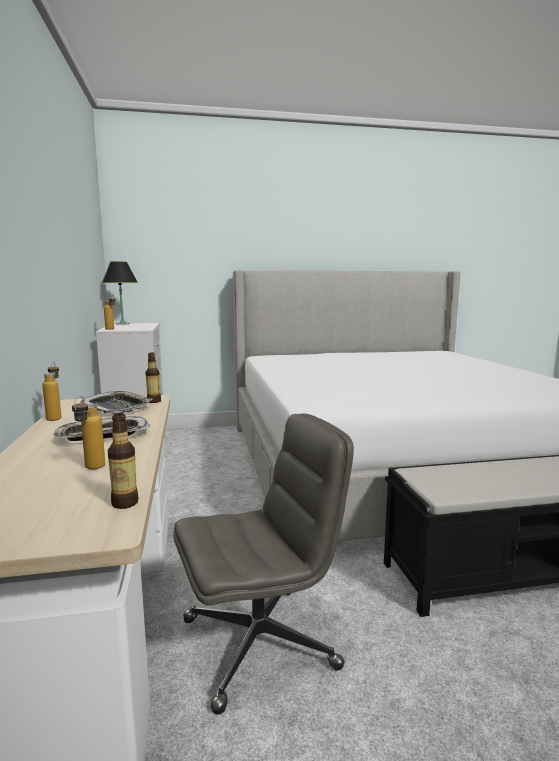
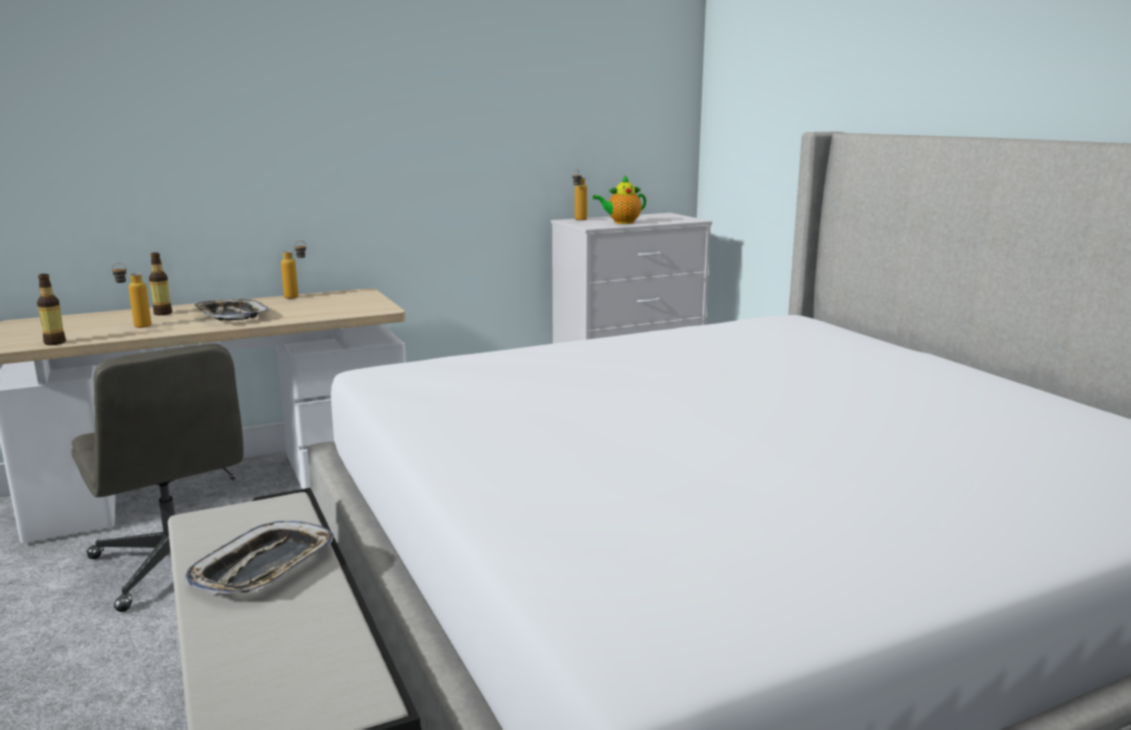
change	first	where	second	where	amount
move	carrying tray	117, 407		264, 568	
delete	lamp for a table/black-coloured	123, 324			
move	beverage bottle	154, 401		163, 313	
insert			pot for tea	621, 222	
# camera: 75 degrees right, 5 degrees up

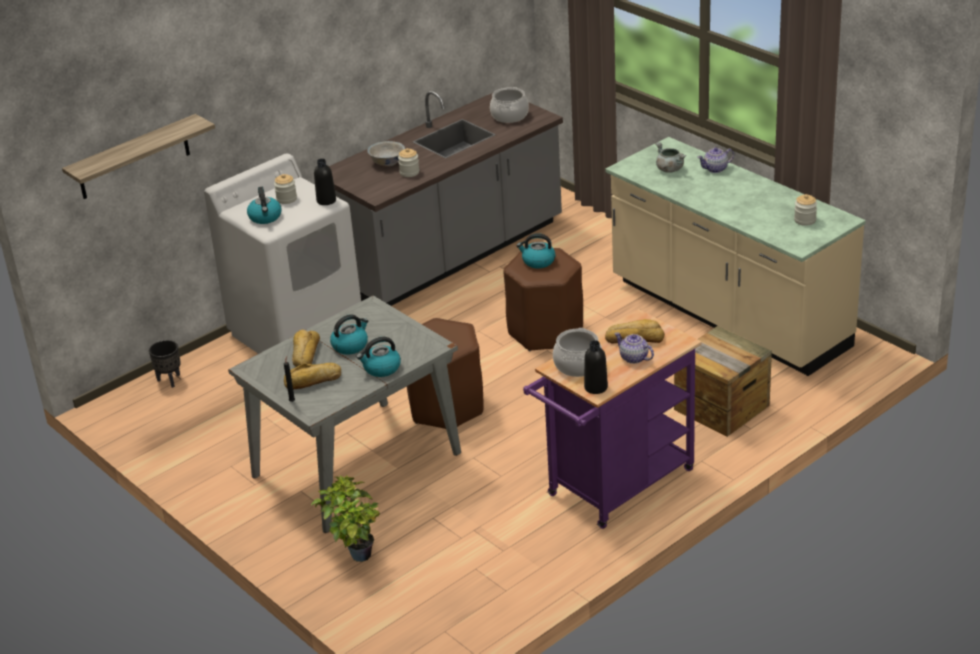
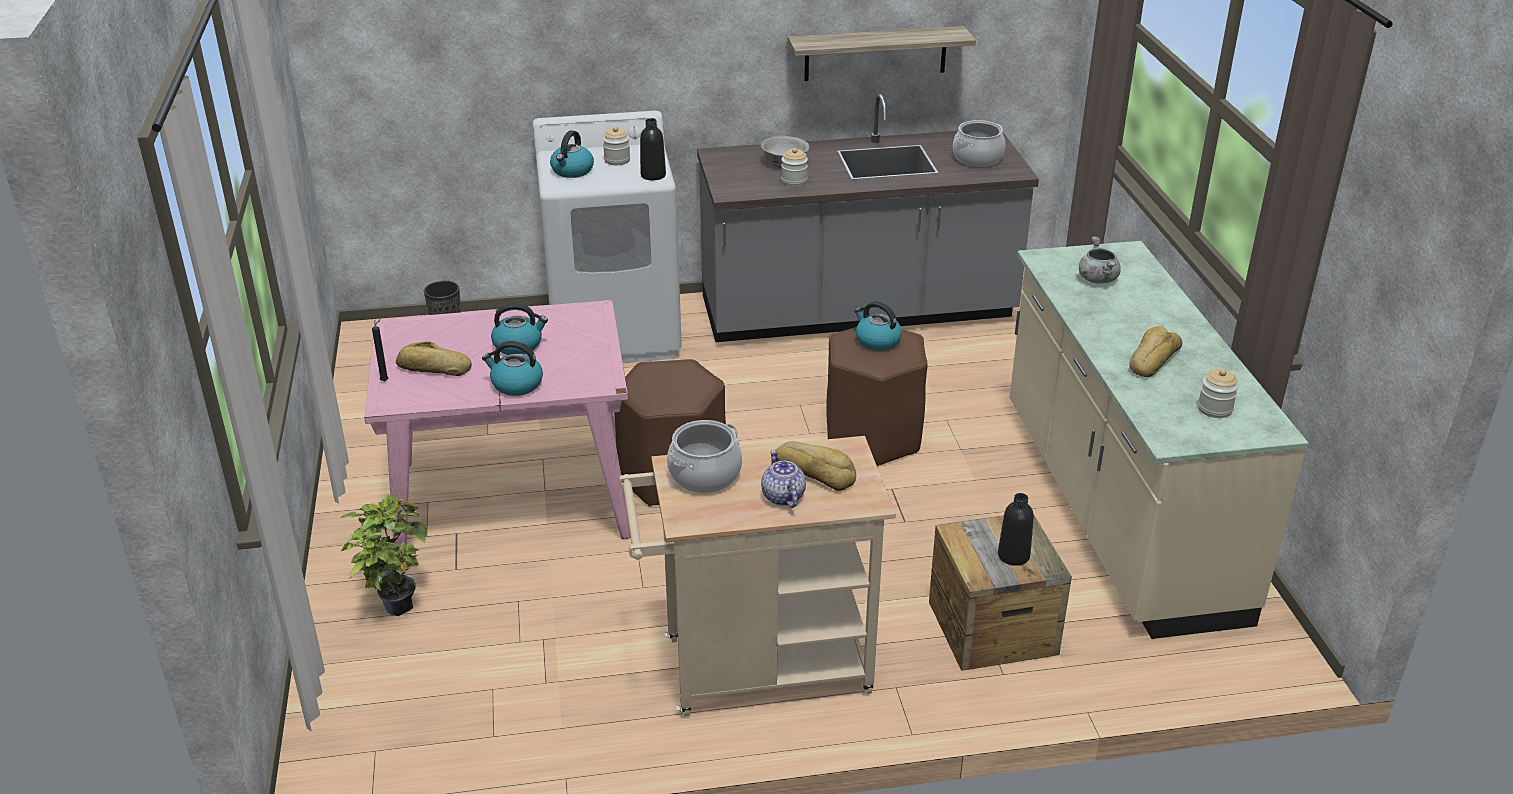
change	first	where	second	where	amount
move	bracket shelf	133, 158		875, 53	
recolor	dining table/grey	358, 463	dining table/pink-coloured	514, 499	
move	bread	304, 354		1151, 359	
recolor	trolley/purple-coloured	614, 488	trolley/beige-coloured	753, 669	
move	beverage bottle/black-coloured	596, 387		1013, 556	
delete	pot for tea	716, 169			
# camera: 30 degrees right, 0 degrees up

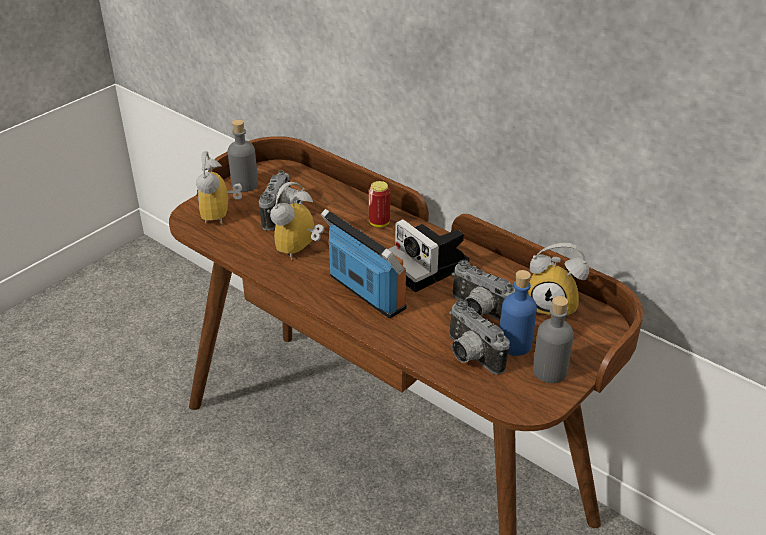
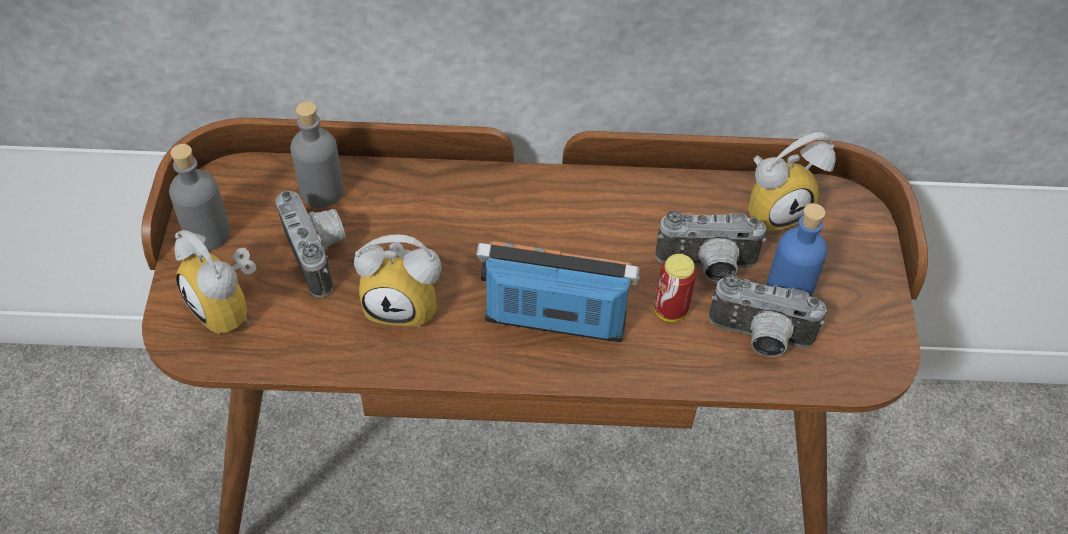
change	first	where	second	where	amount
rotate	bedside clock	300, 251		405, 303	75 degrees counterclockwise
move	sealed can	379, 223		670, 310	
delete	photo camera	428, 266			
move	beverage bottle/grey	549, 371		321, 191	
# camera: 40 degrees left, 15 degrees up

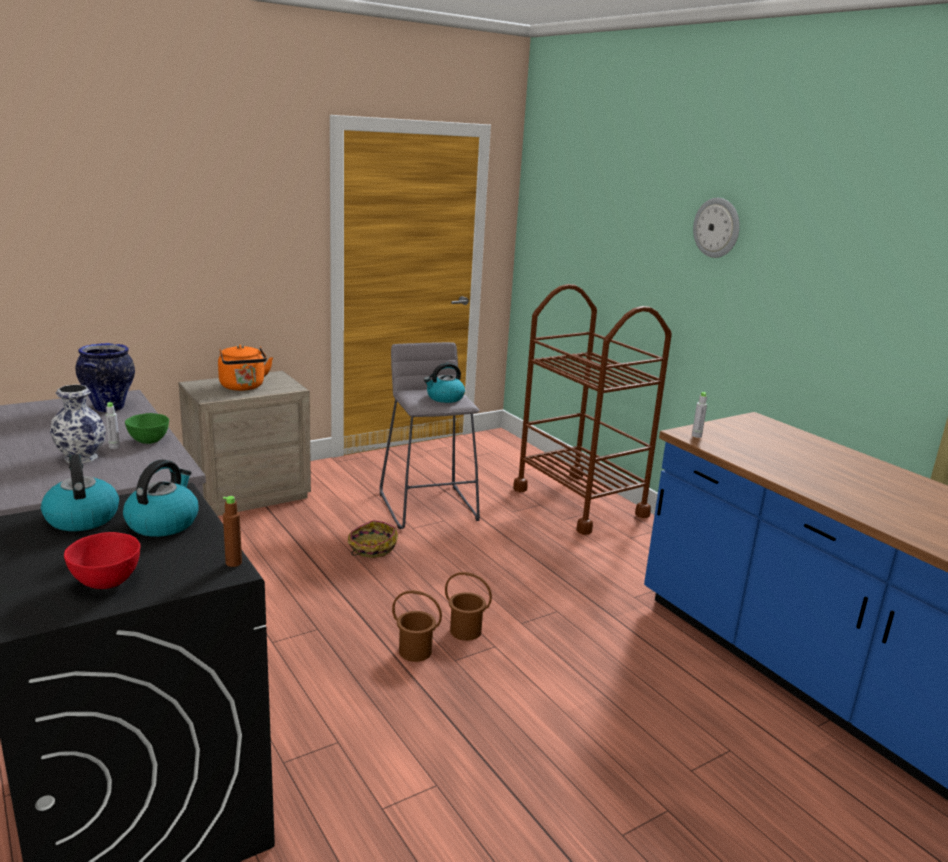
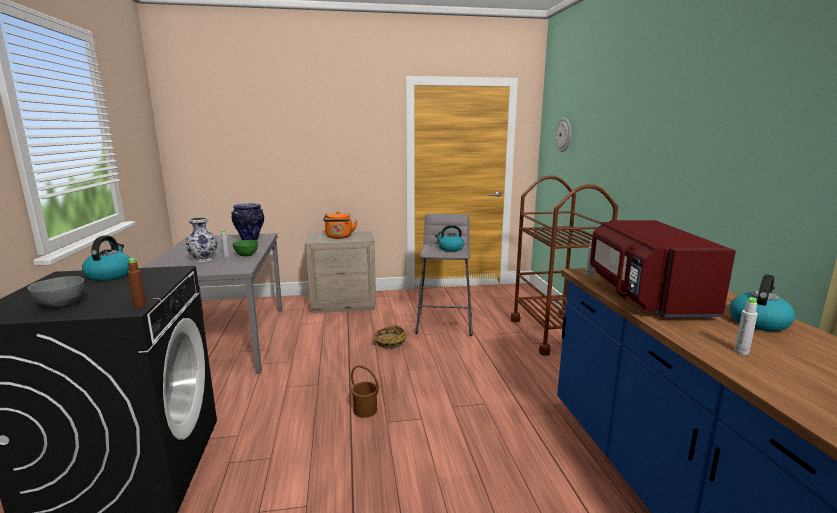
change	first	where	second	where	amount
recolor	bowl/reddish	106, 581	bowl/grey	62, 305	
move	water kettle	163, 523		758, 322	
delete	pail/brownish	465, 631			
move	wall clock	717, 227		564, 134	
insert			microwave/reddish	644, 296	
insert			beverage bottle/grey	741, 352	
# camera: 25 degrees right, 5 degrees down

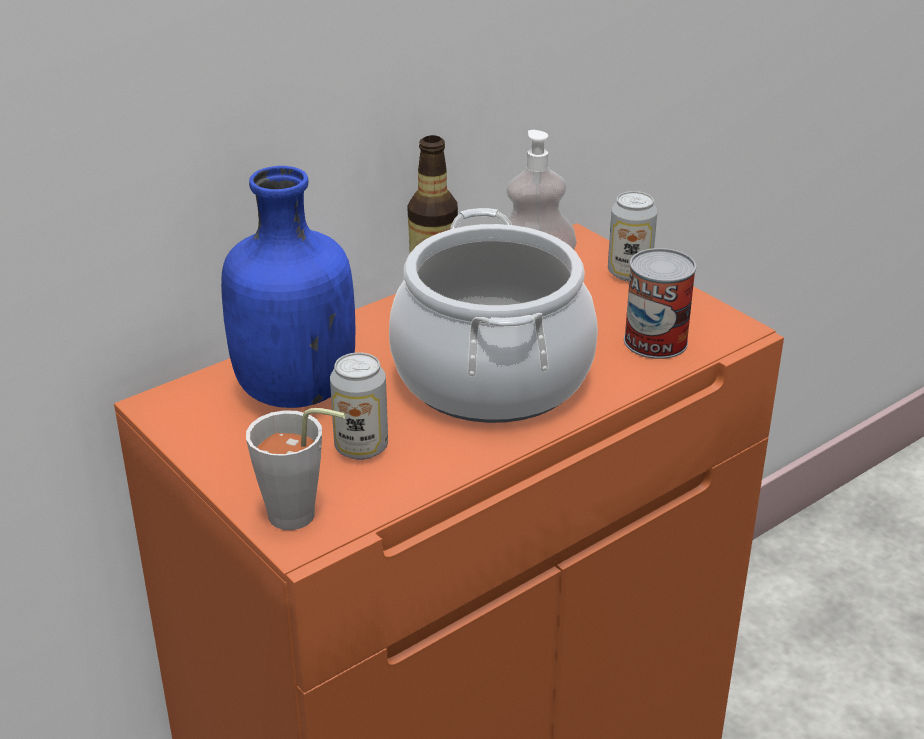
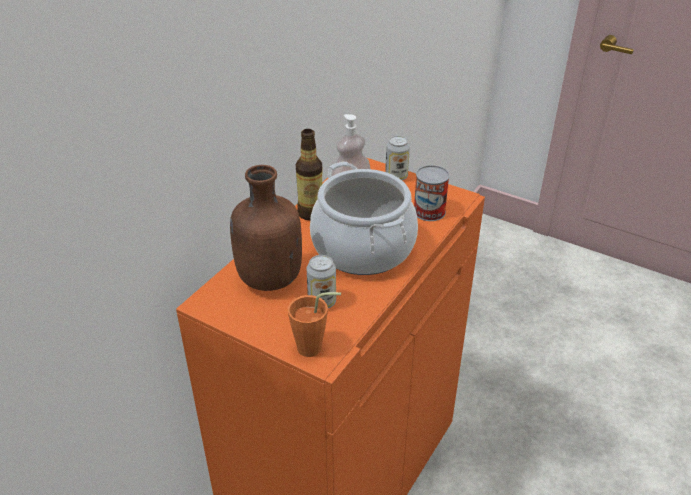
change	first	where	second	where	amount
recolor	beverage bottle/bluish	293, 390	beverage bottle/brownish	268, 279	
recolor	small cup/grey	301, 518	small cup/orange	315, 348	
# camera: 20 degrees left, 5 degrees up

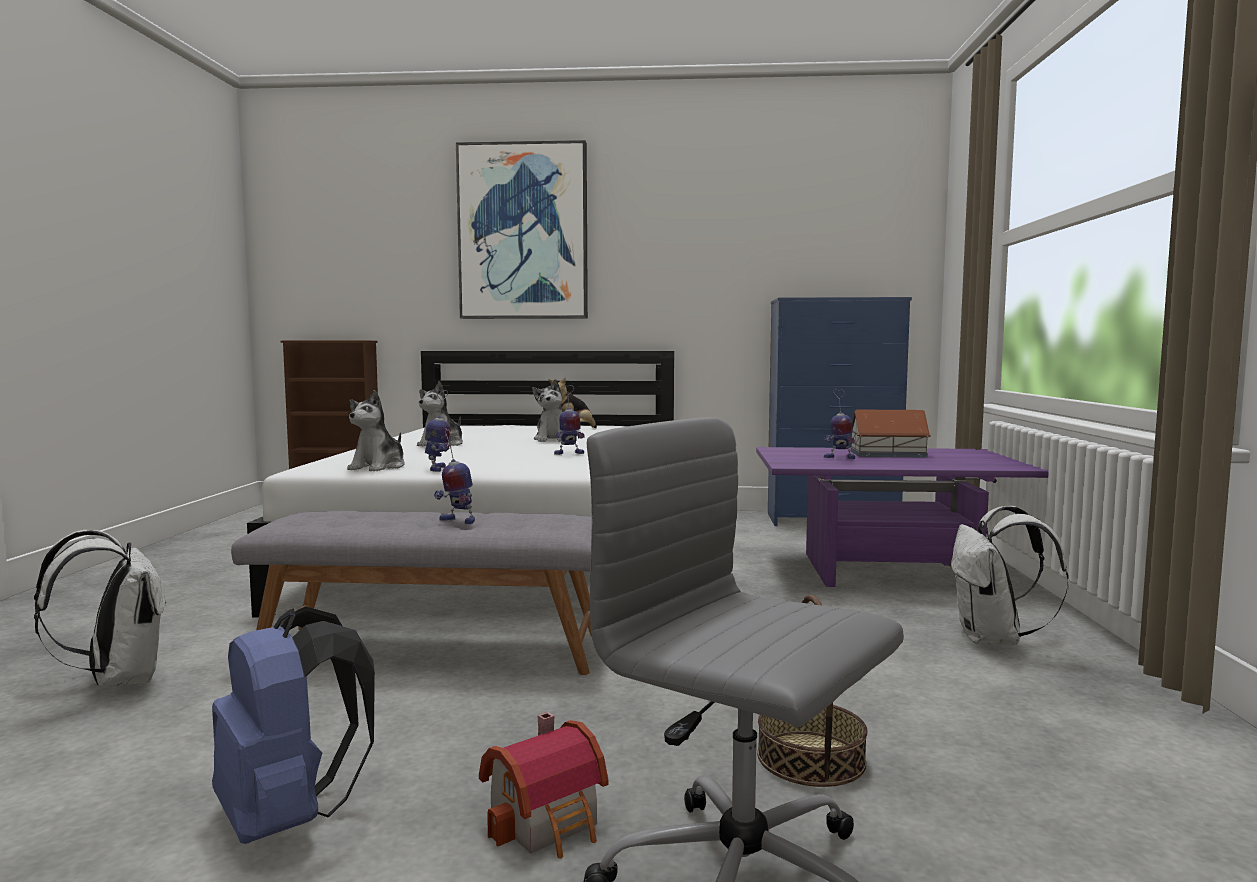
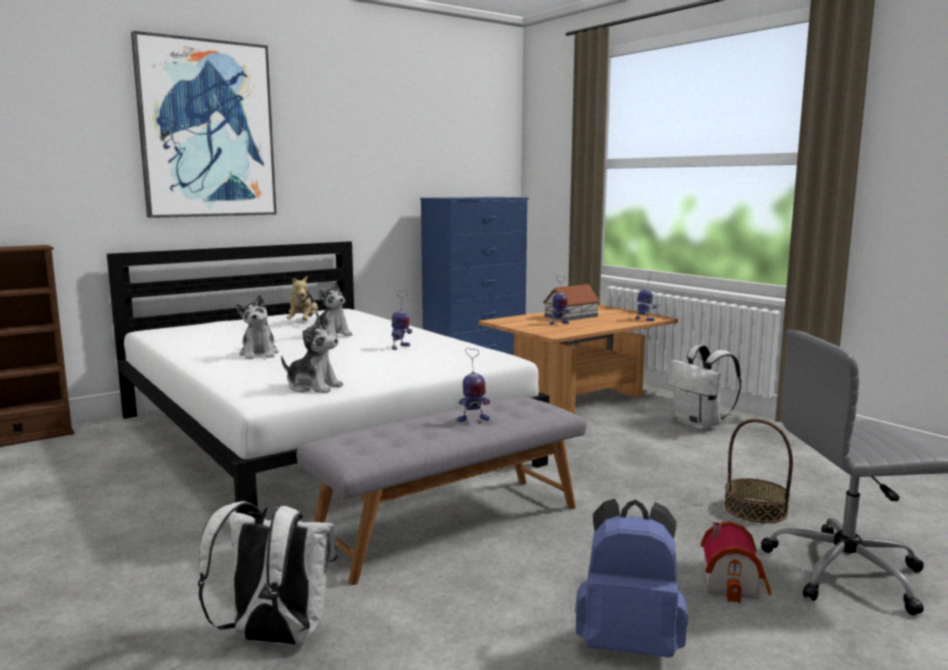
change	first	where	second	where	amount
rotate	cuddly toy	378, 467		313, 387	45 degrees counterclockwise
move	model robot	438, 469		644, 319	
recolor	coffee table/purple-coloured	886, 572	coffee table/brownish	578, 396	
# camera: 40 degrees left, 5 degrees up

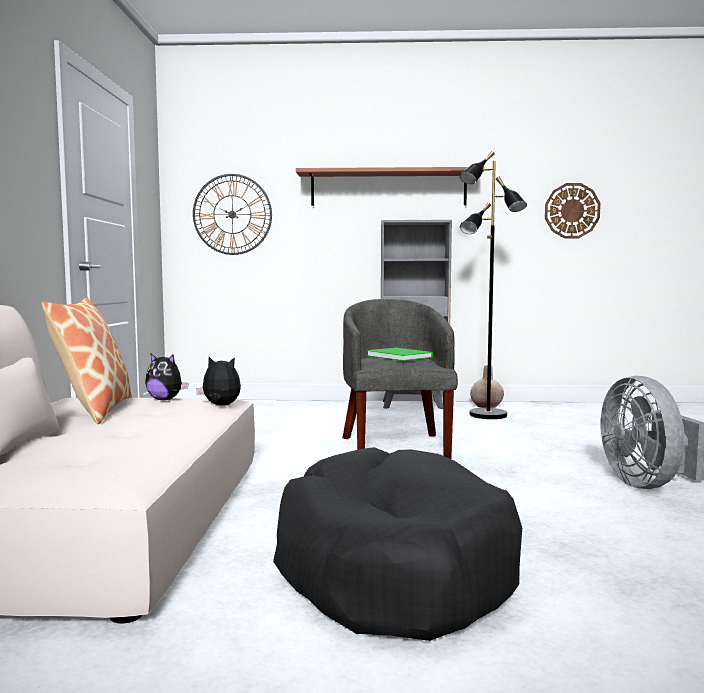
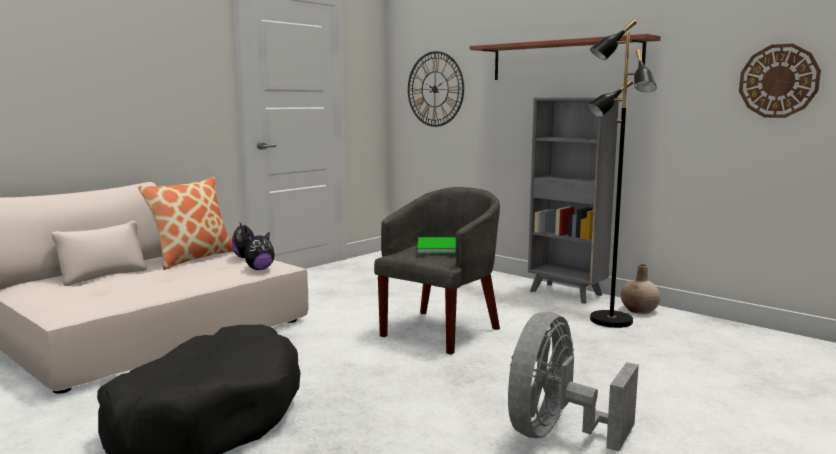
change	first	where	second	where	amount
rotate	cuddly toy	220, 406		259, 269	90 degrees clockwise
# camera: 40 degrees right, 5 degrees up

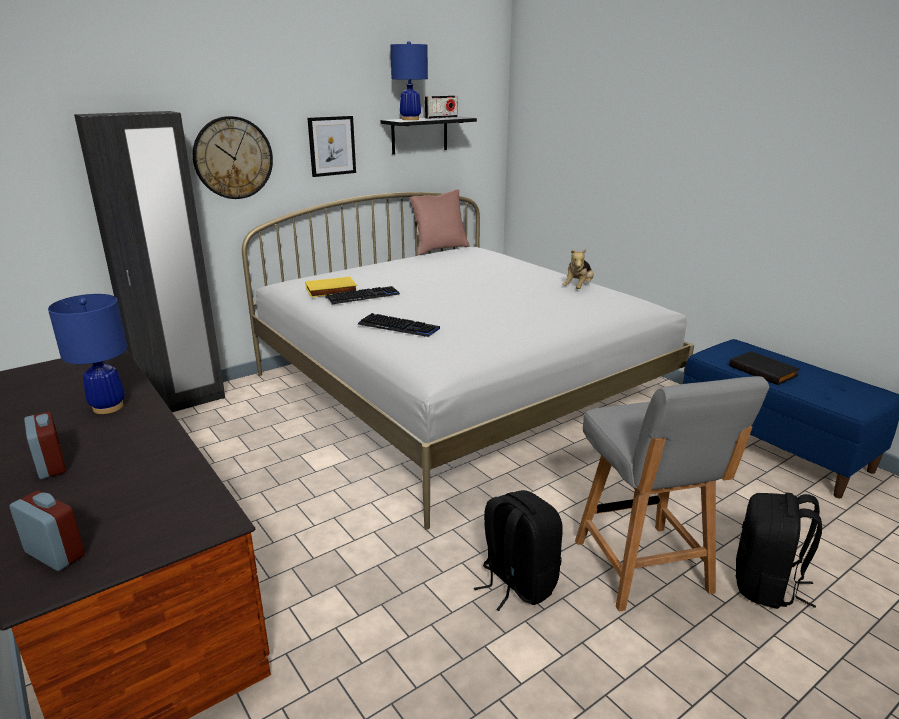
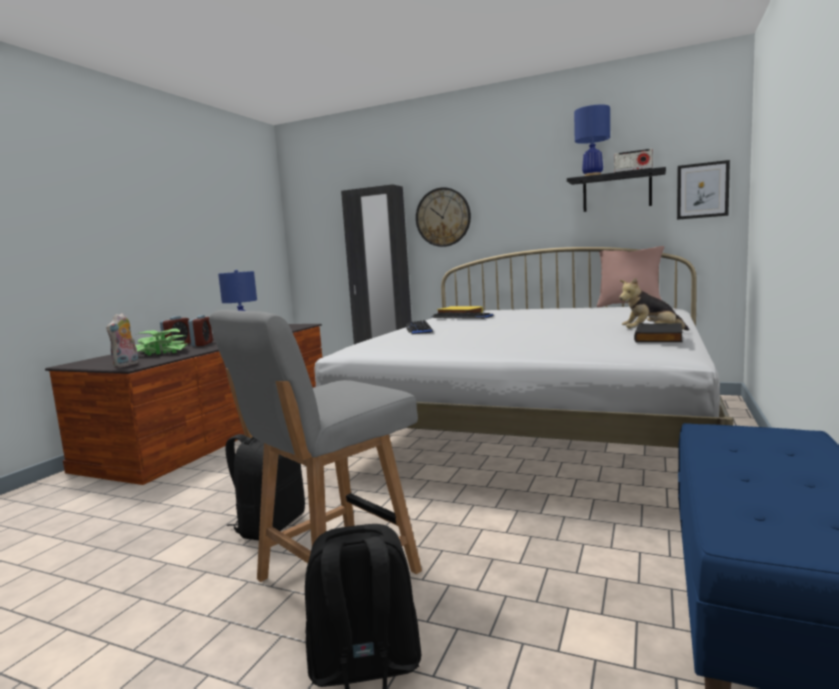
change	first	where	second	where	amount
move	bedside clock	55, 554		202, 344	
move	wall art	332, 146		702, 190	
move	book/black-coloured	764, 371		660, 337	
insert			cuddly toy	126, 365	
insert			plant in a pot	161, 352	
# camera: 60 degrees right, 15 degrees down

